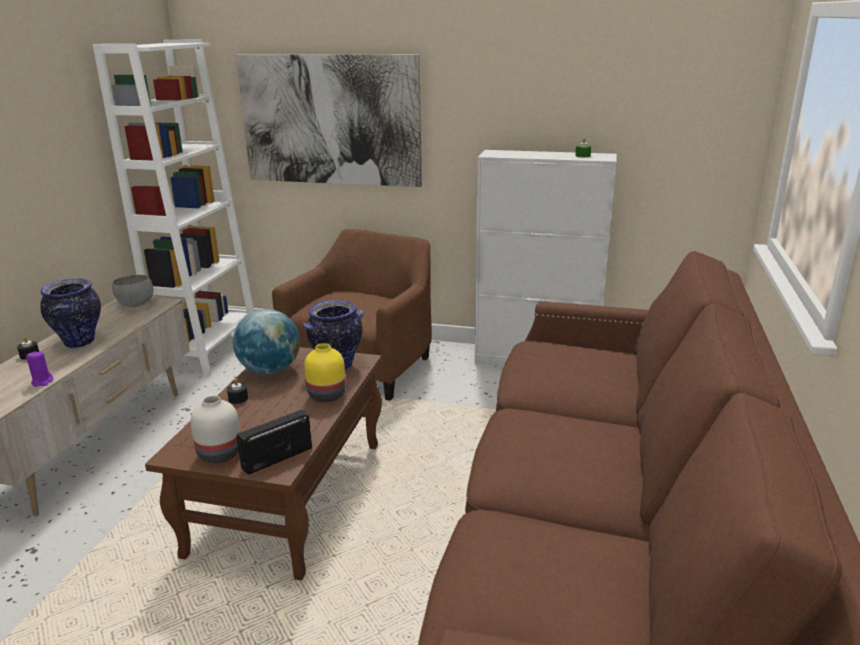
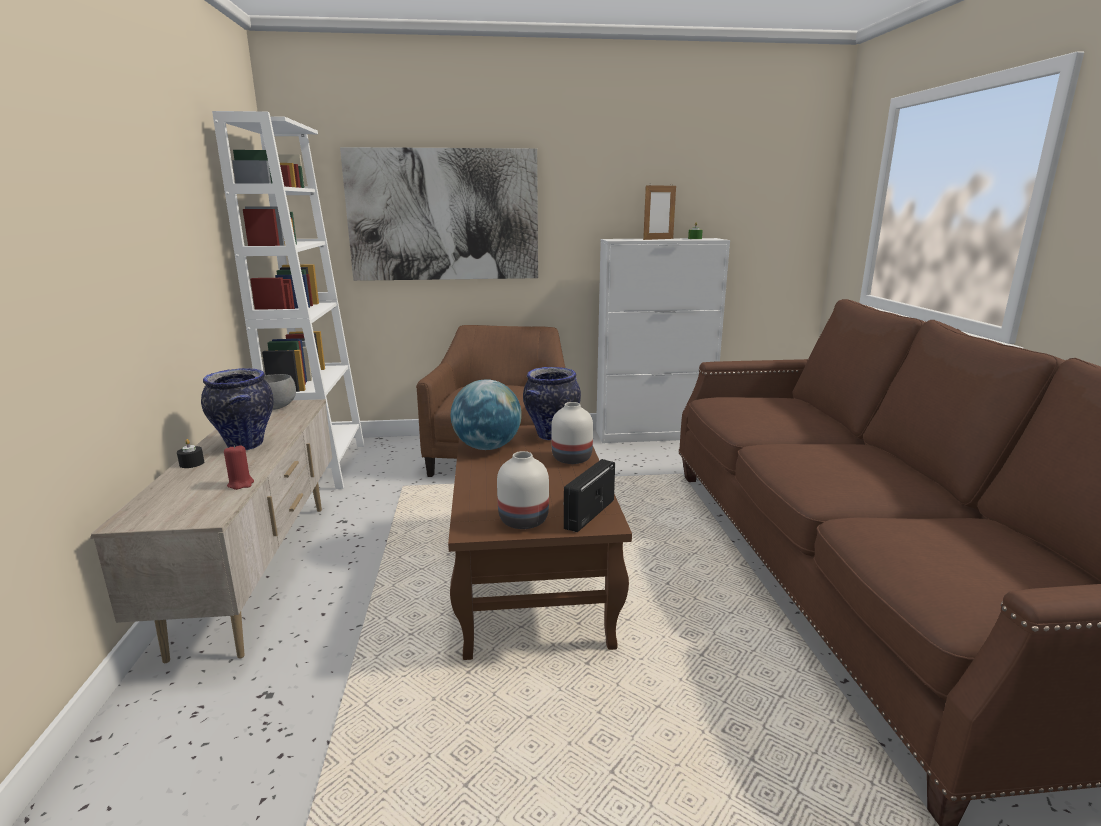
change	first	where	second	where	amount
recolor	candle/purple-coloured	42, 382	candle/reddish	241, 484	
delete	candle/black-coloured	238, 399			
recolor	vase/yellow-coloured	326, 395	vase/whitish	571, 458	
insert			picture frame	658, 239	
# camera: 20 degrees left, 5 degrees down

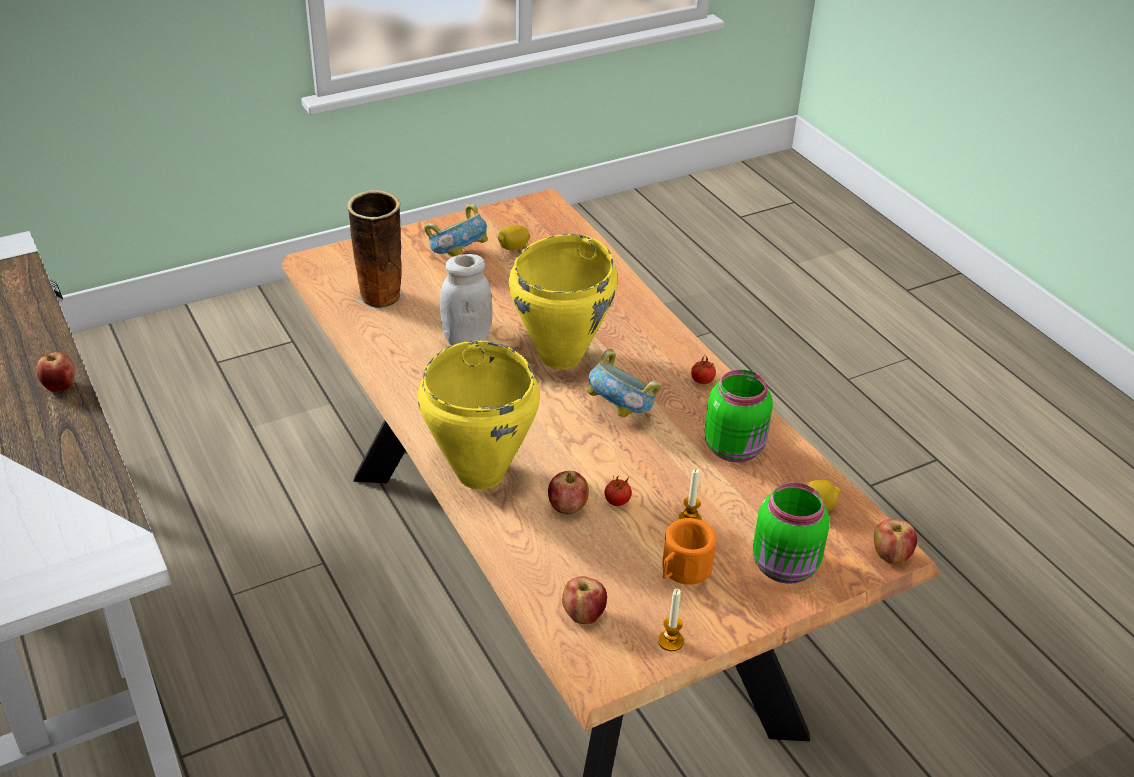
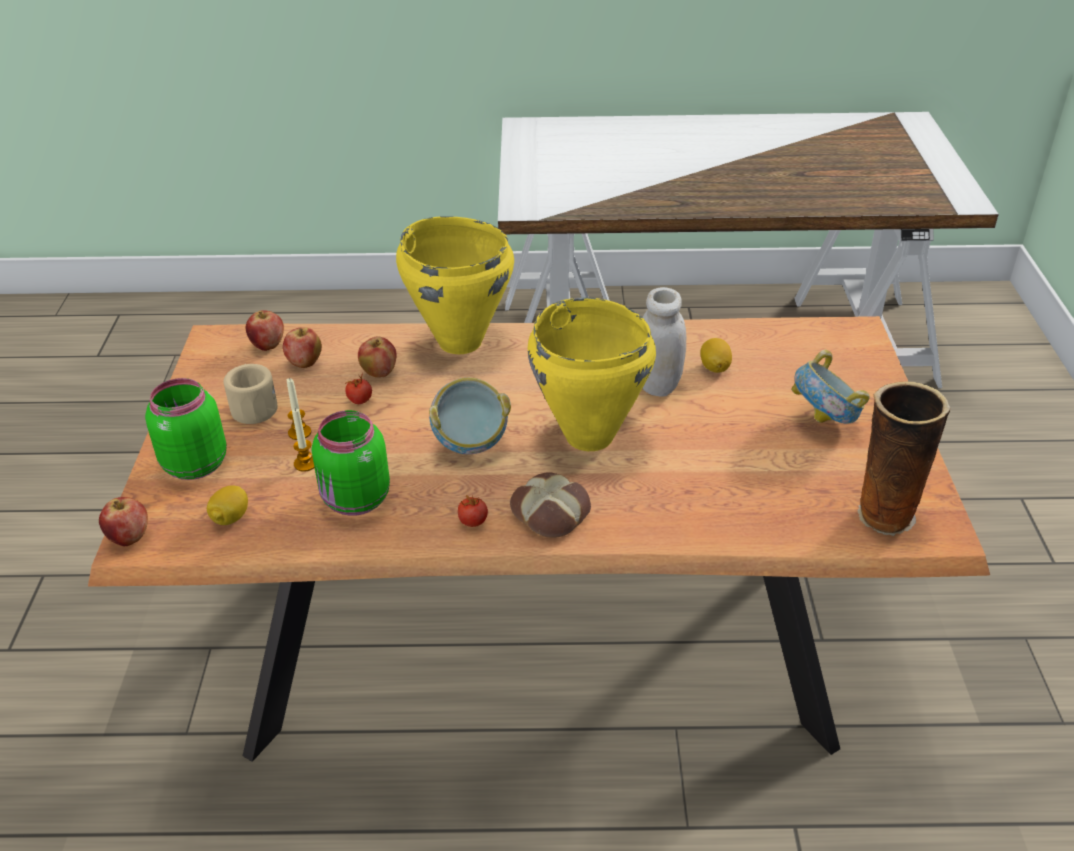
change	first	where	second	where	amount
move	whole apple	60, 386		305, 363	
move	vase	381, 298		882, 515	
move	whole lemon	513, 248		714, 367	
move	candle	670, 641		305, 463	
recolor	mug/orange	682, 570	mug/beige-coloured	254, 407	
insert			bread	551, 512	
# camera: 120 degrees right, 0 degrees up

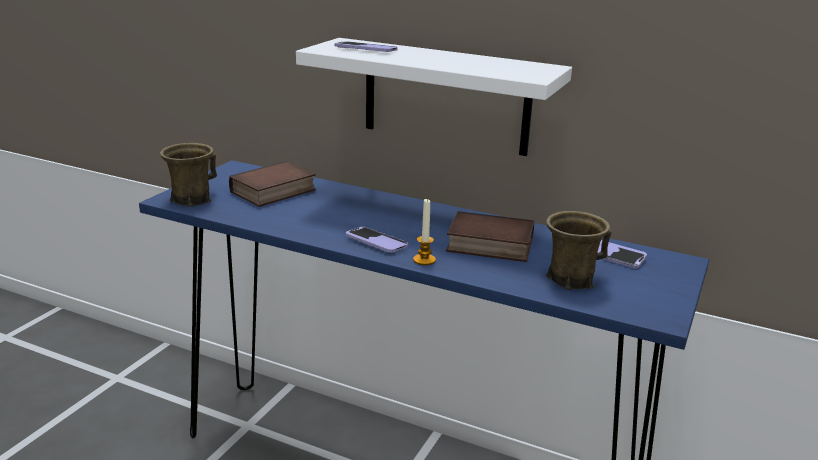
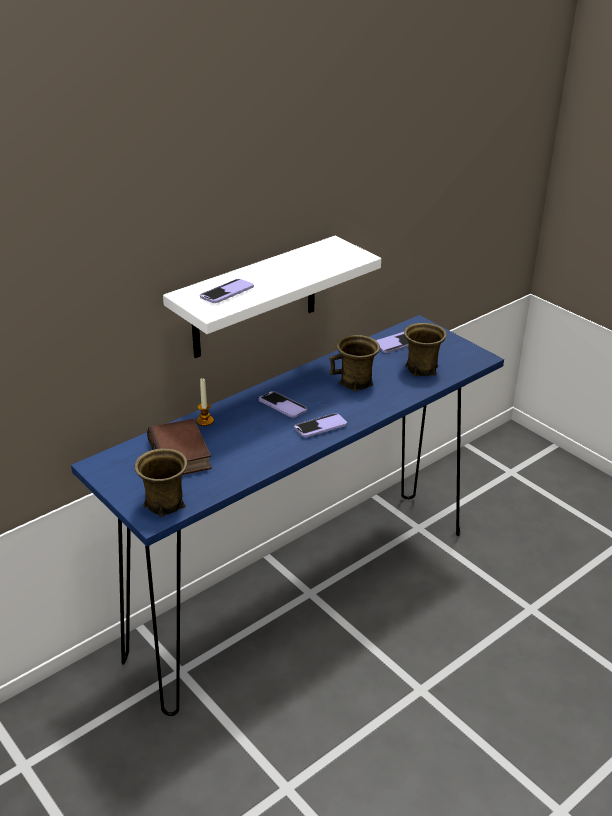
change	first	where	second	where	amount
move	candle	424, 260		205, 421	
replace	book	488, 246	mug/brownish	356, 383	
insert			handset	282, 406	
# camera: 65 degrees left, 10 degrees up

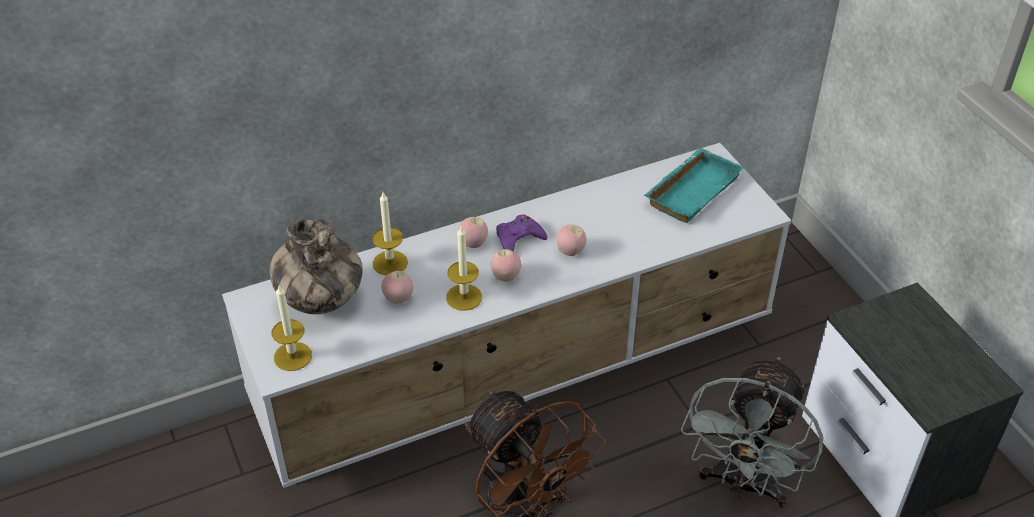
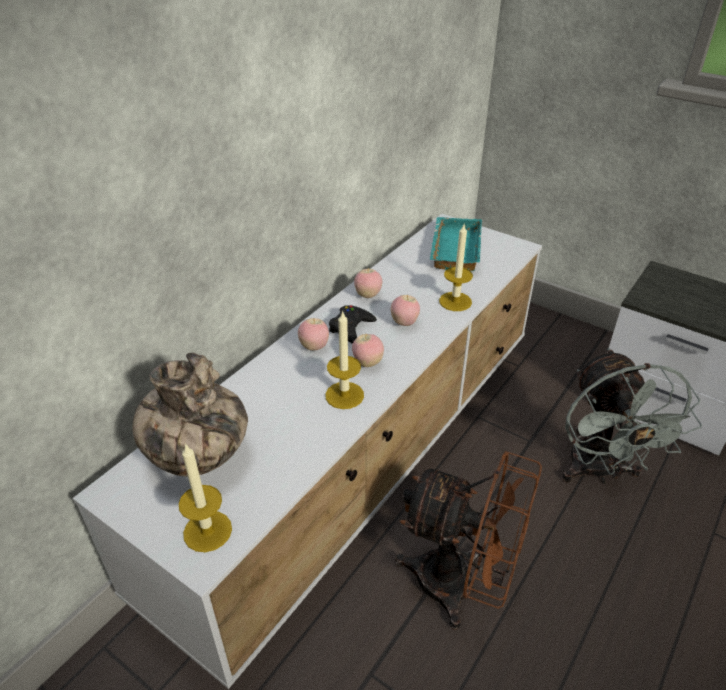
change	first	where	second	where	amount
move	candle	390, 263		455, 301	
move	whole apple	398, 299		368, 295	
recolor	game controller/purple-coloured	519, 238	game controller/black-coloured	351, 328	
# camera: 30 degrees left, 5 degrees down

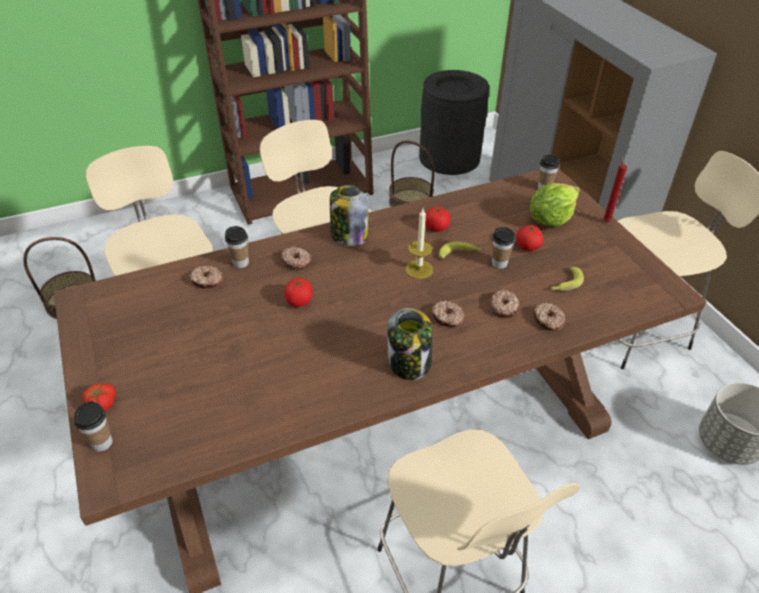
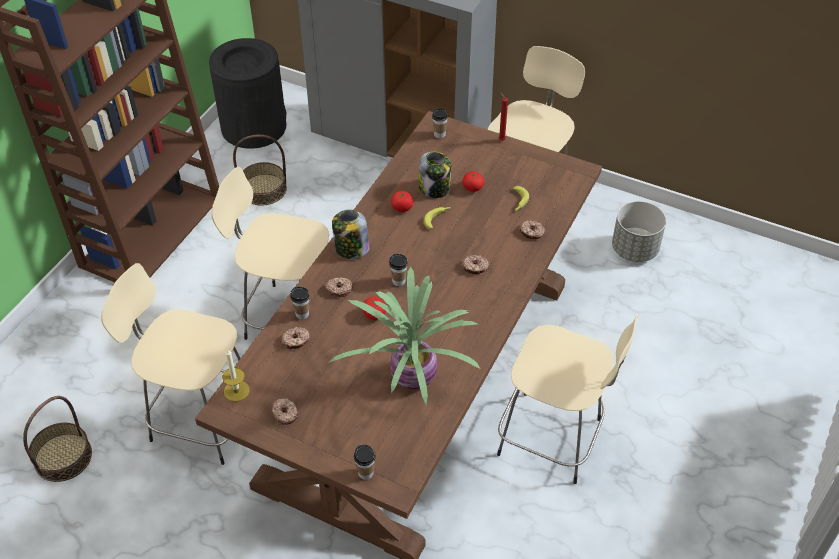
change	first	where	second	where	amount
delete	whole tomato	101, 404			
move	jar	409, 363		435, 188	
move	candle	419, 269		236, 391	
move	doughnut	504, 307		285, 413	
move	small cup	499, 263		398, 281	
delete	head of lettuce	550, 219			
insert			plant in a pot	411, 376	
# camera: 40 degrees left, 5 degrees up

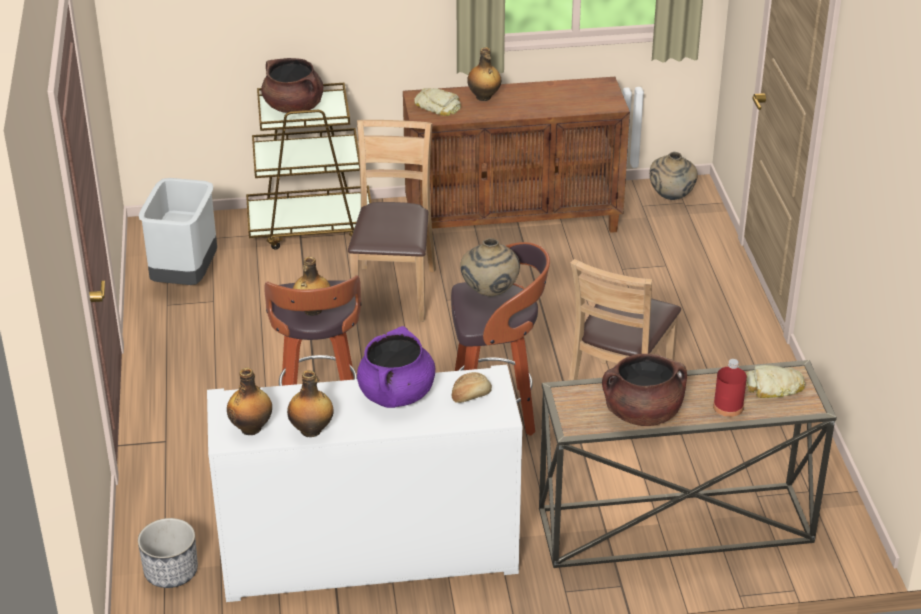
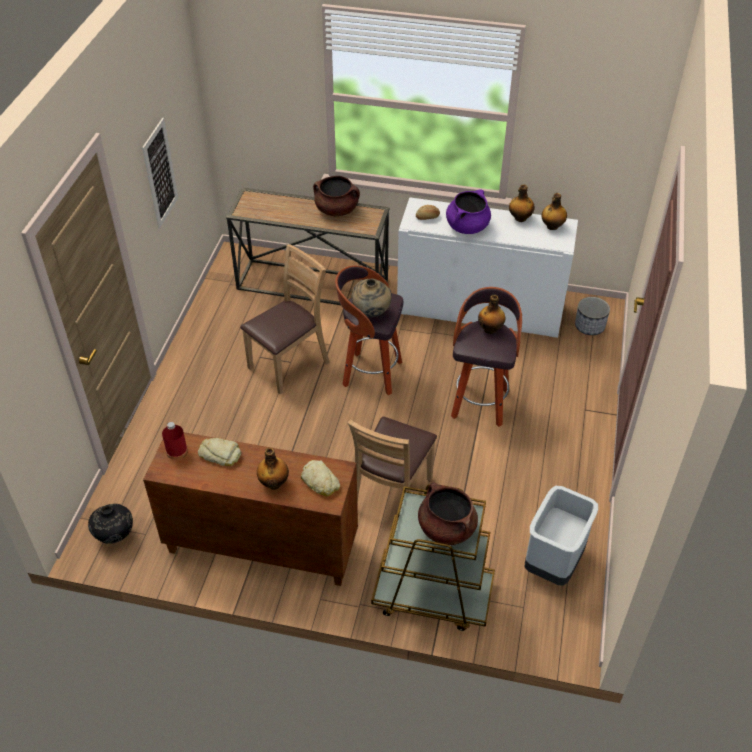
change	first	where	second	where	amount
recolor	vase/beige-coloured	671, 197	vase/black-coloured	115, 536	
move	beverage bottle/reddish	728, 407		177, 451	
move	bread	774, 387		220, 454	
insert			wall art	160, 173	
# camera: 160 degrees left, 10 degrees up

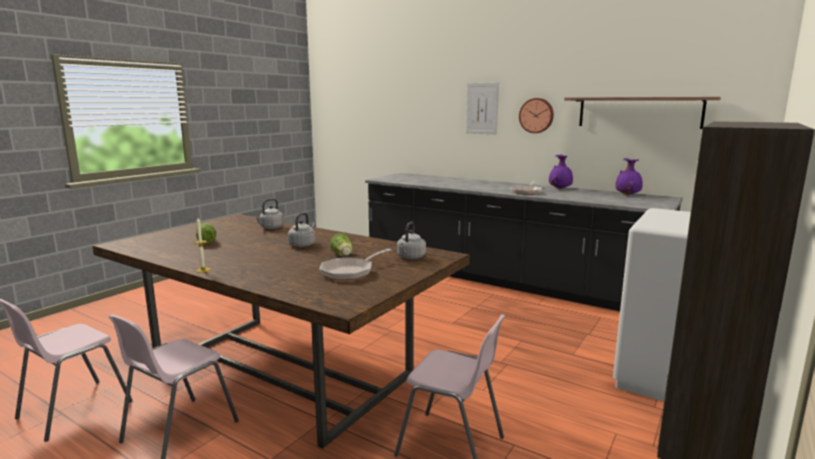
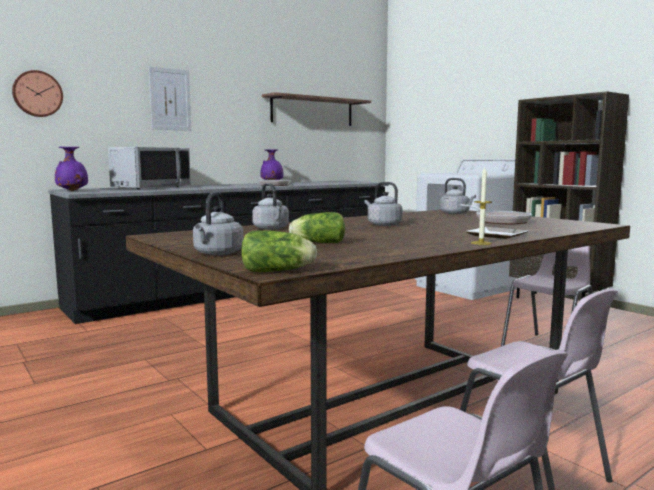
change	first	where	second	where	amount
move	head of lettuce	342, 255		279, 271	
move	wall clock	536, 115		37, 94	
move	vase/purple-coloured	628, 195		73, 191	
insert			microwave/grey	150, 187	
insert			water kettle/grey	217, 254	
insert			dinner plate	494, 235	
# camera: 70 degrees left, 5 degrees down

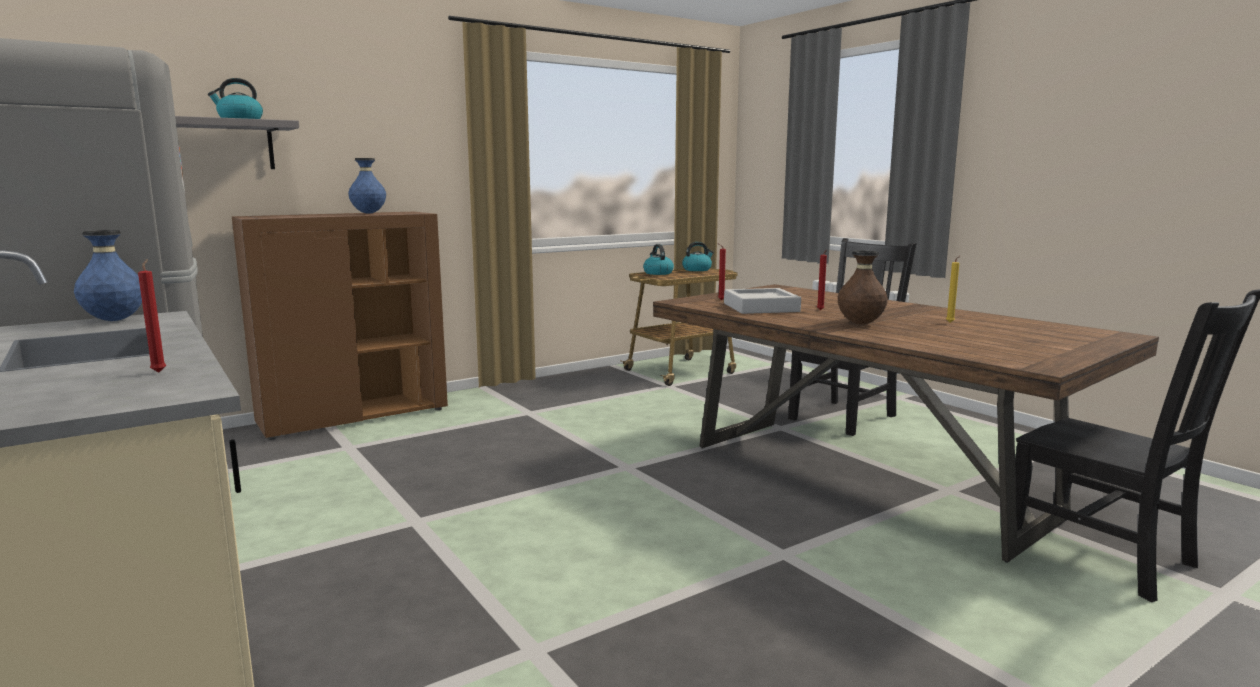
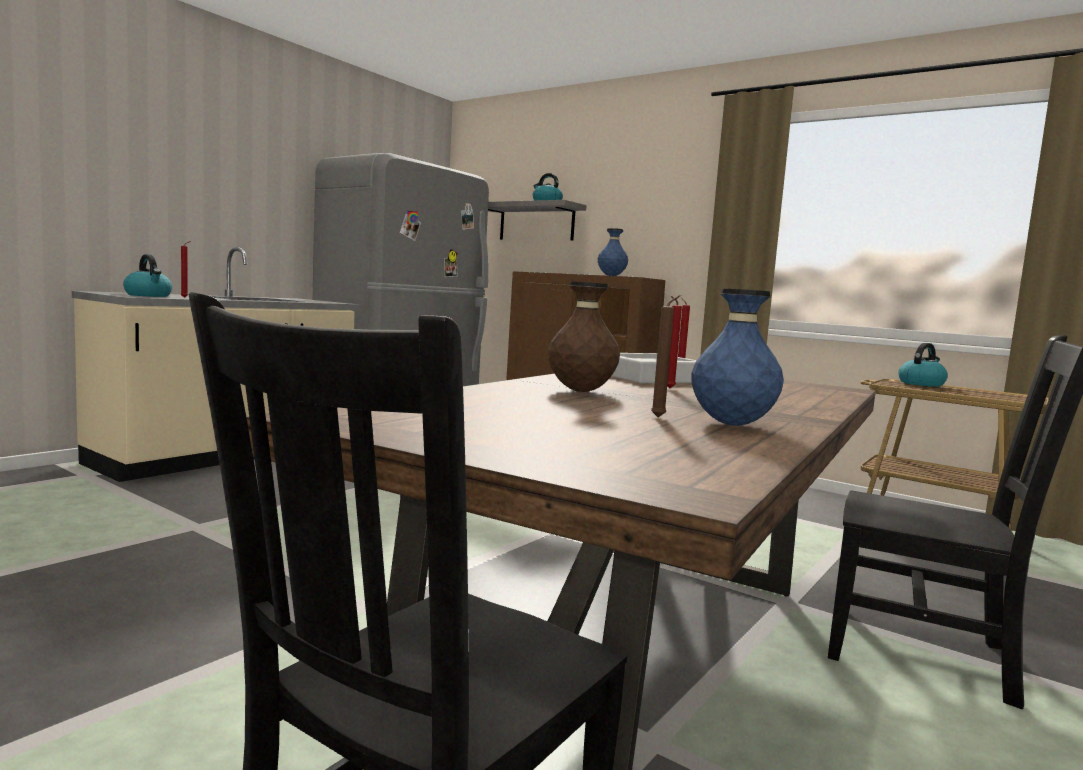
change	first	where	second	where	amount
move	vase/bluish	114, 320		732, 424	
move	water kettle	697, 269		149, 295	
recolor	candle/yellow-coloured	951, 322	candle/brownish	660, 418	
# camera: 70 degrees right, 5 degrees down

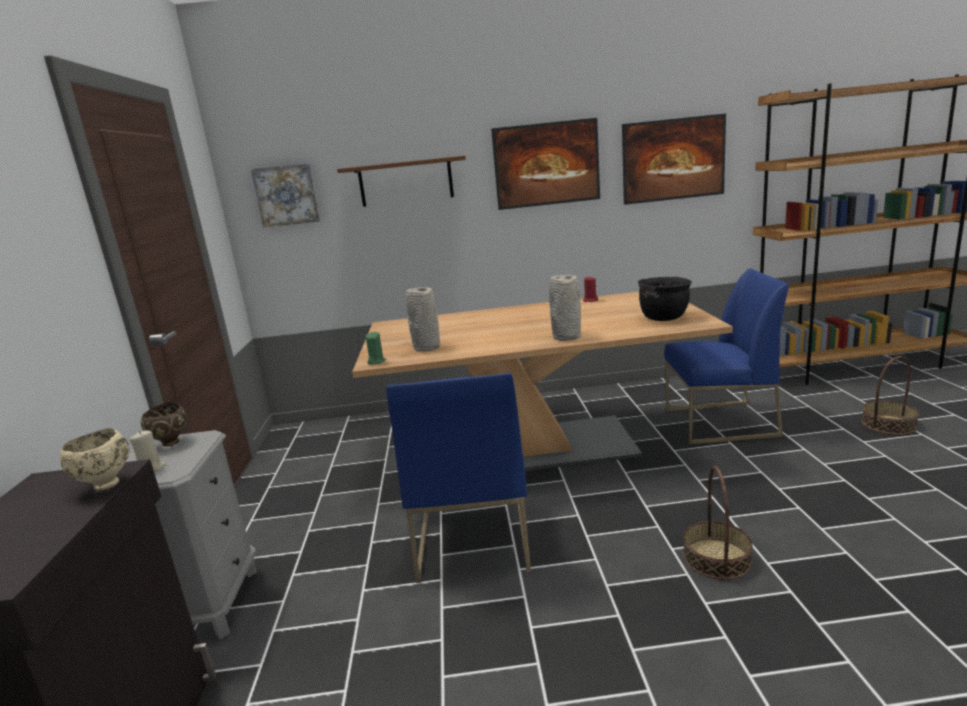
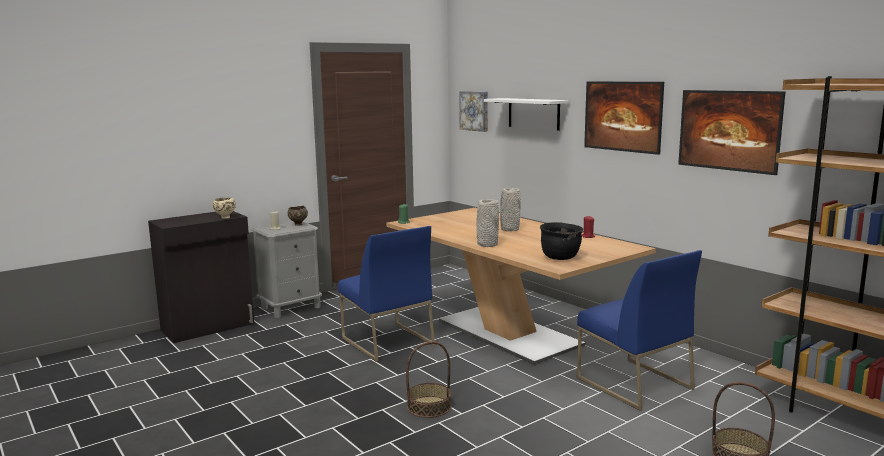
change	first	where	second	where	amount
recolor	bracket shelf/brownish	406, 182	bracket shelf/whitish	533, 113	
rotate	plain chair/bluish	471, 538		386, 341	90 degrees counterclockwise
move	vase/grey	427, 348		509, 229	
# camera: 55 degrees right, 5 degrees down

